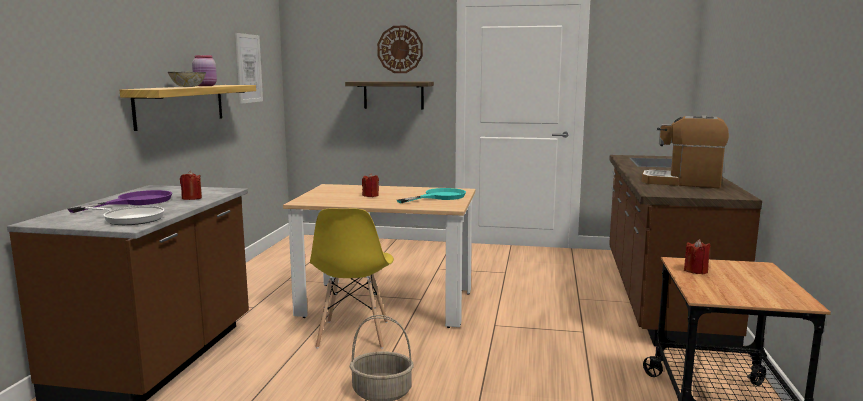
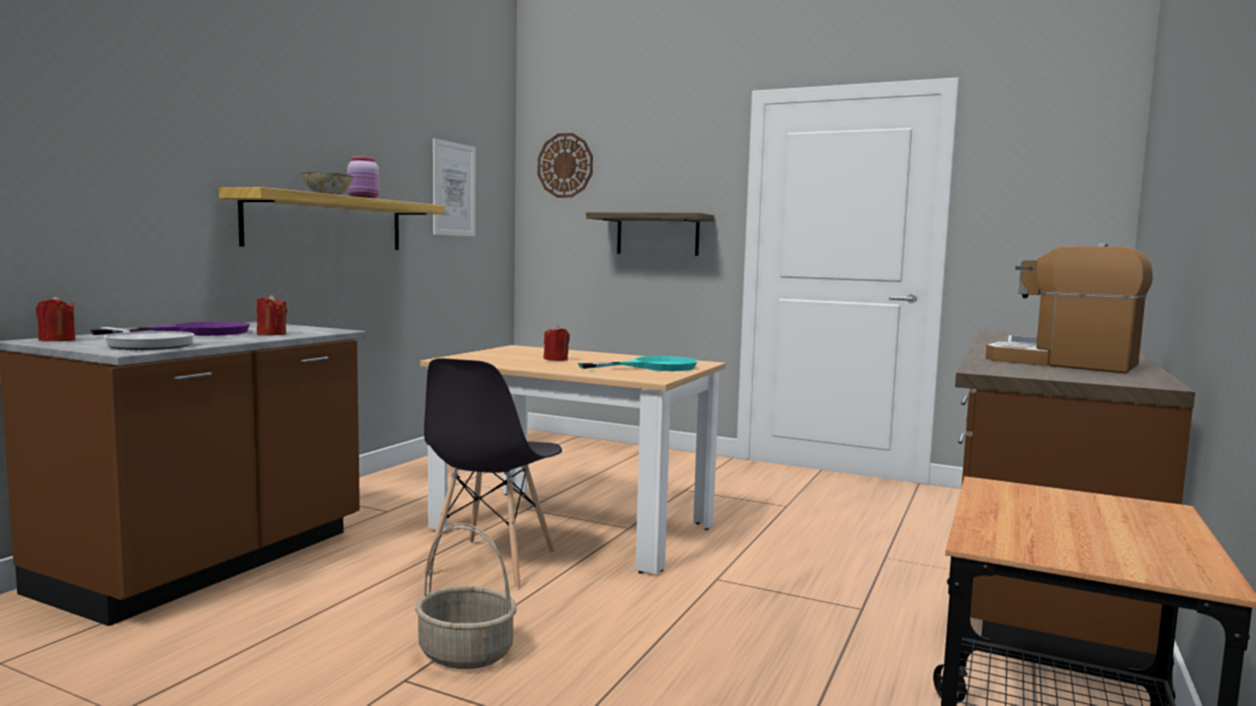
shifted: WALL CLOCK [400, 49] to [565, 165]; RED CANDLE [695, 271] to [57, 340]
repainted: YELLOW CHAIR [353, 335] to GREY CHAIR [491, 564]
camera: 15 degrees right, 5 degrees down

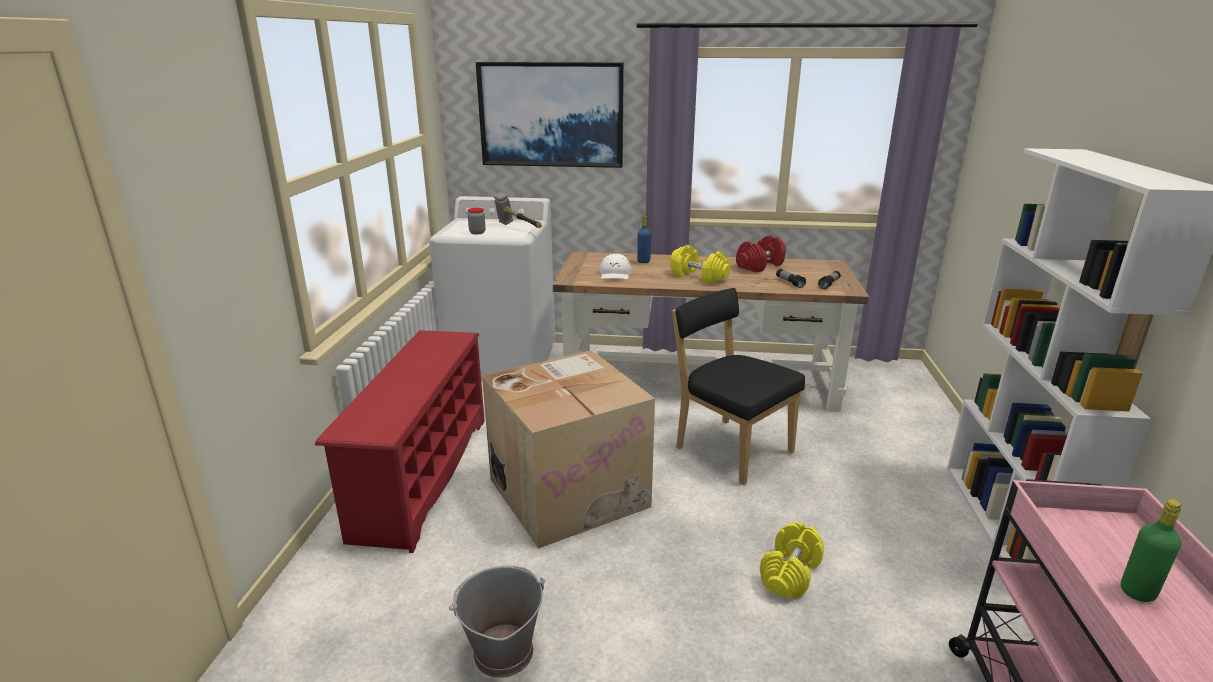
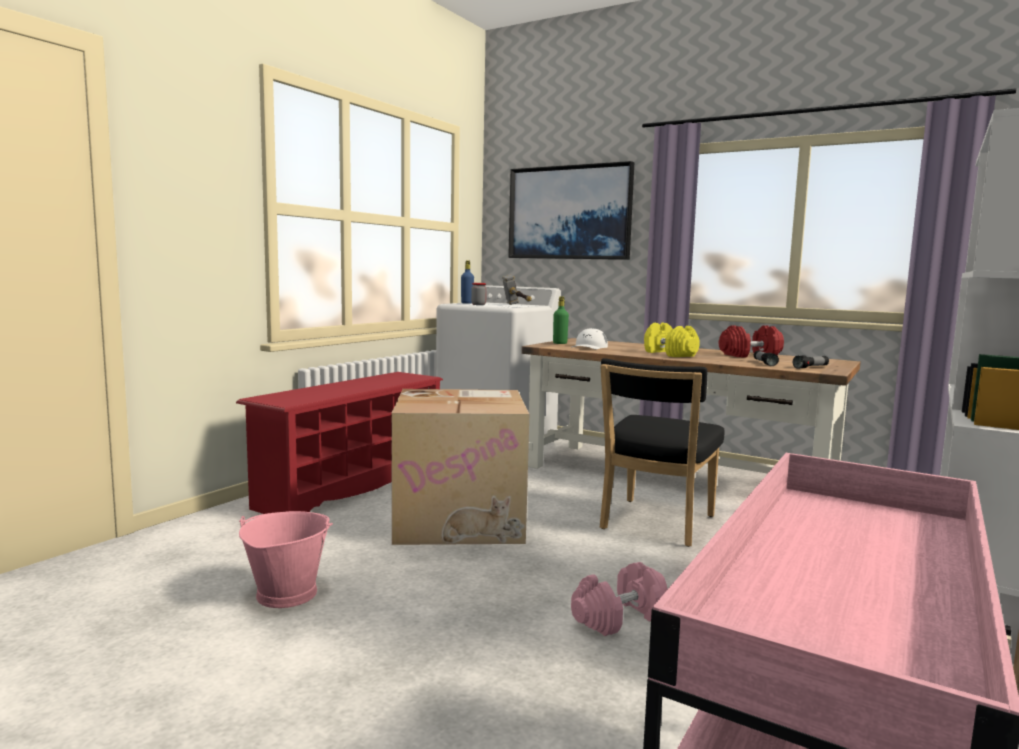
shifted: BLUE BOTTLE [643, 261] to [467, 303]; GREEN BOTTLE [1137, 592] to [560, 343]
repainted: GREY BUCKET [502, 652] to PINK BUCKET [286, 593]; YELLOW DUMBBELL [790, 572] to PINK DUMBBELL [618, 617]
rotated: BLACK CHAIR [729, 448] = [655, 524] 135 degrees counterclockwise
camera: 25 degrees right, 15 degrees down

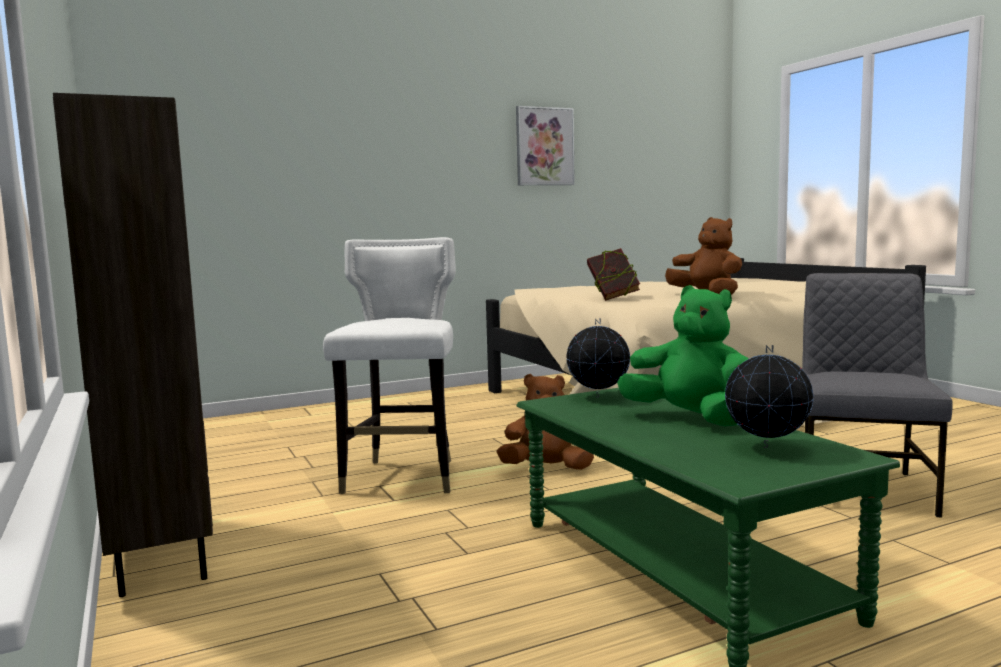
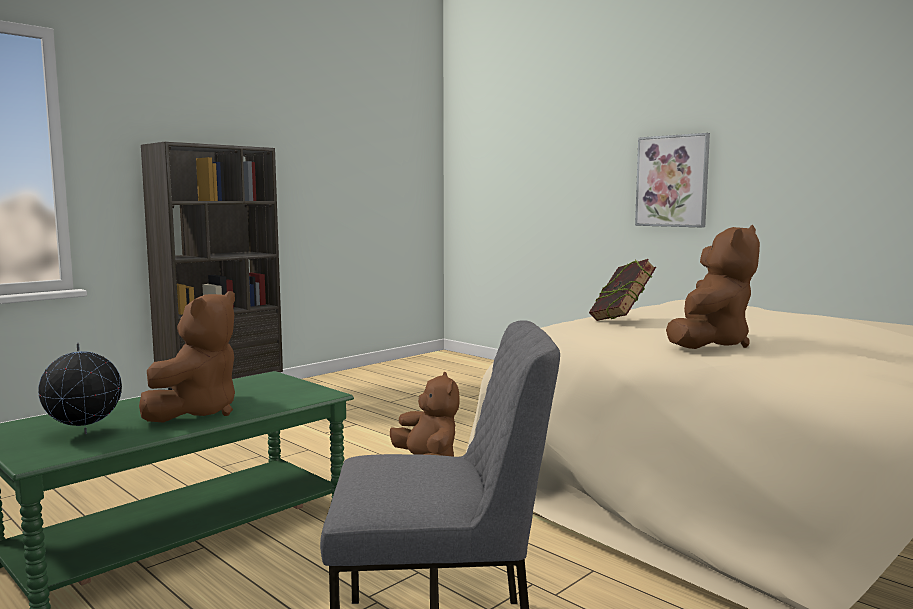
gone: WHITE CHAIR [403, 478]; GLOBE [598, 397]
shifted: PICTURE [544, 146] to [672, 181]
repainted: GREEN PLUSH TOY [690, 418] to BROWN PLUSH TOY [197, 412]
camera: 70 degrees right, 0 degrees up

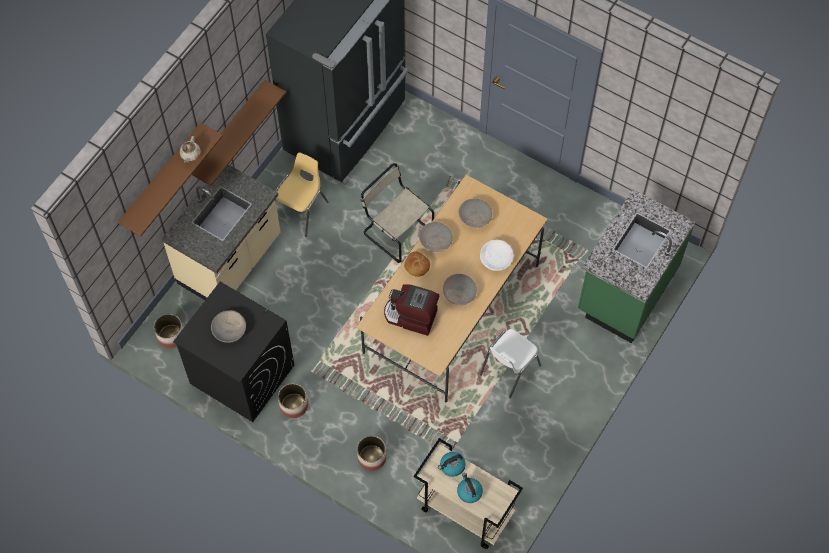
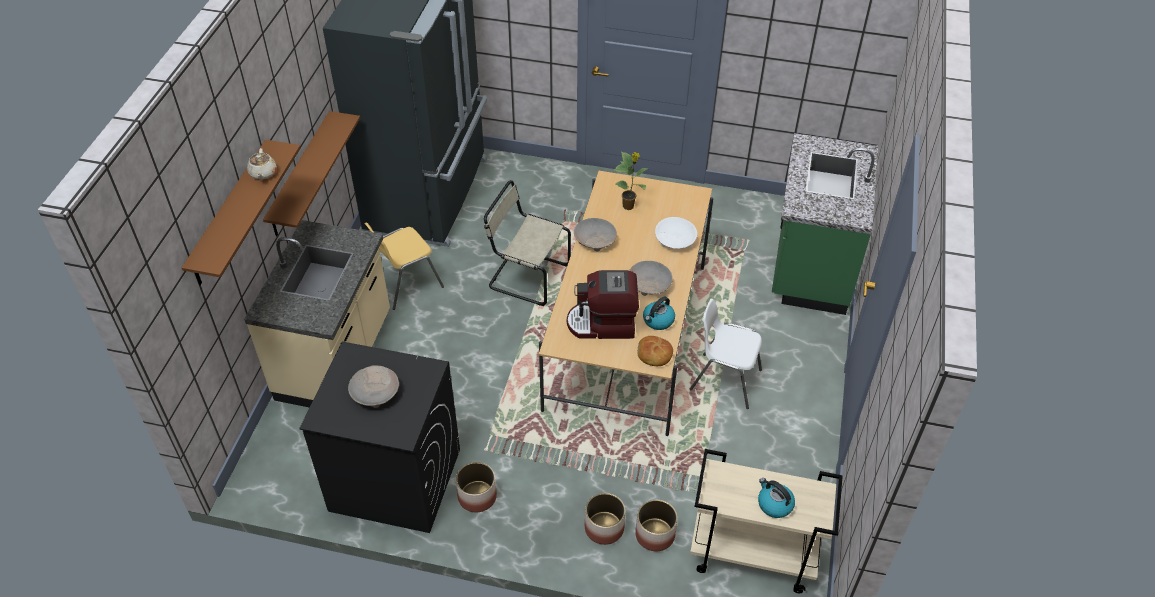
shifted: PLANTER [171, 336] to [655, 534]; BREAD [416, 266] to [654, 355]; KETTLE [452, 466] to [658, 321]
swapped: BEIGE BOWL [475, 216] to POTTED PLANT [629, 206]
rotated: YELLOW CHAIR [301, 211] = [406, 284] 135 degrees counterclockwise; WHITE CHAIR [509, 370] = [724, 380] 90 degrees clockwise
camera: 20 degrees left, 15 degrees down

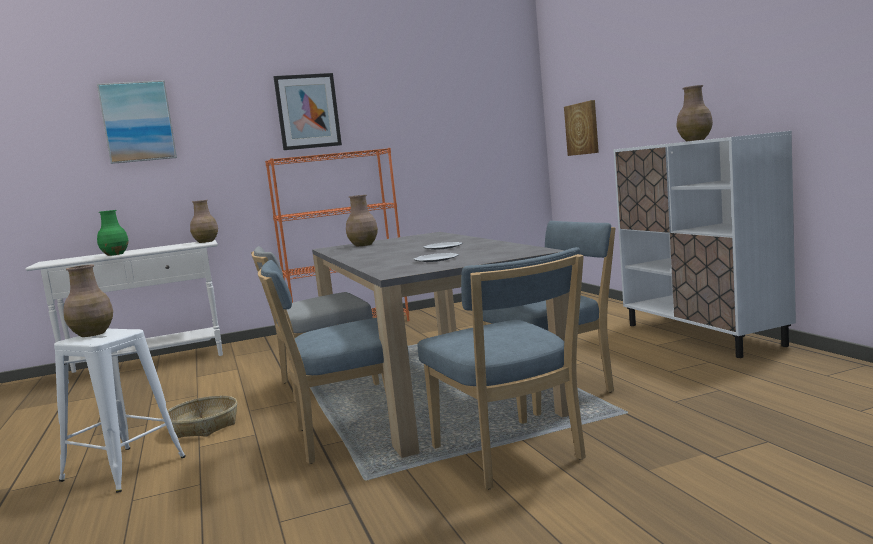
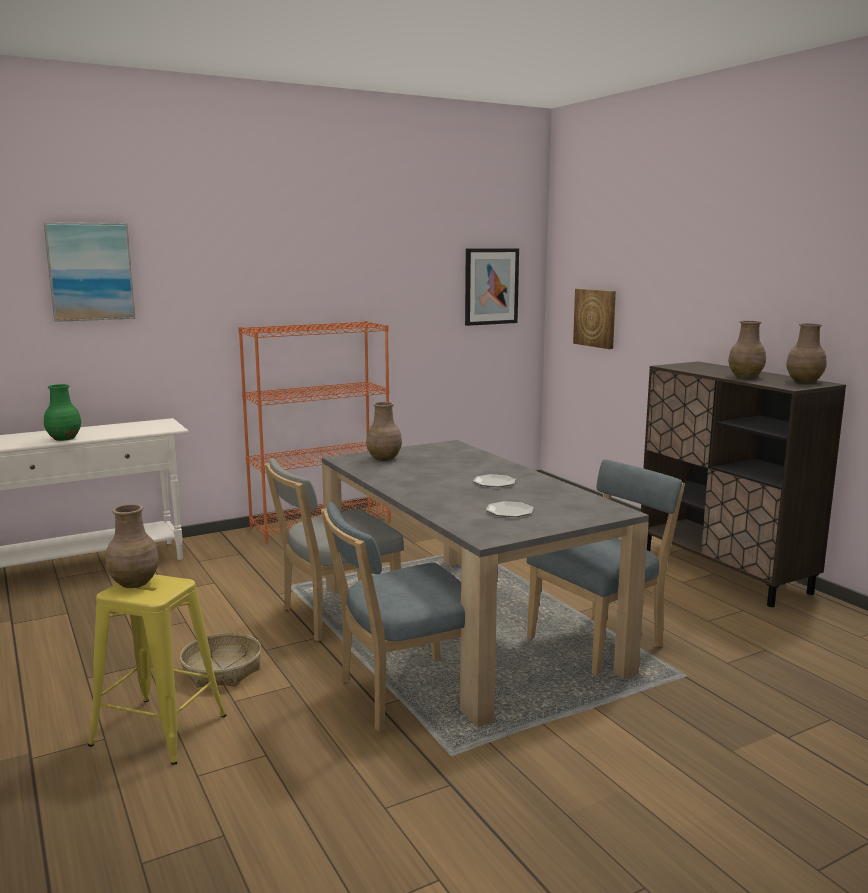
gone: BLUE CHAIR [510, 456]
shifted: BROWN VASE [206, 241] to [804, 381]; PICTURE [307, 111] to [491, 286]
repainted: WHITE STOOL [123, 469] to YELLOW STOOL [159, 730]; WHITE CABINET [702, 335] to BROWN CABINET [724, 571]
camera: 10 degrees left, 5 degrees up

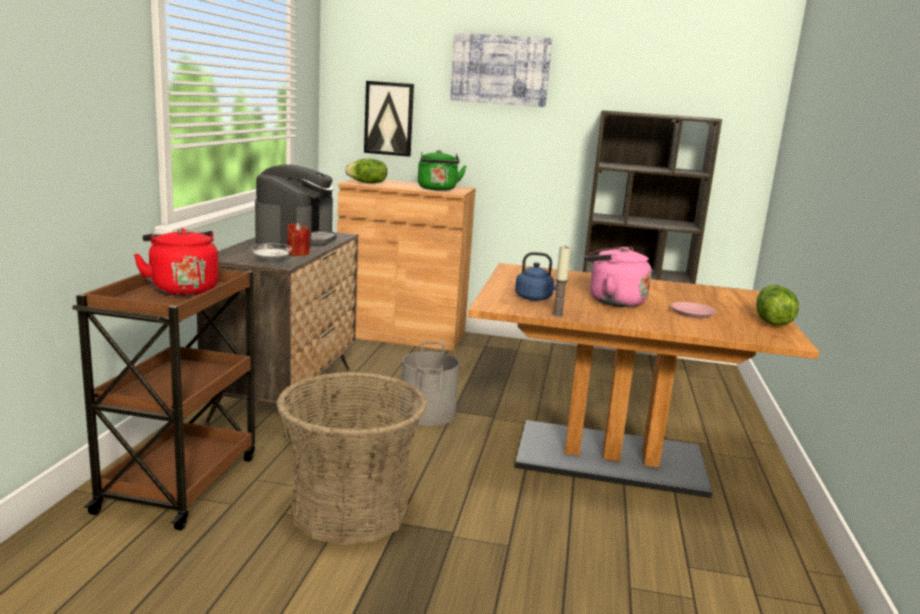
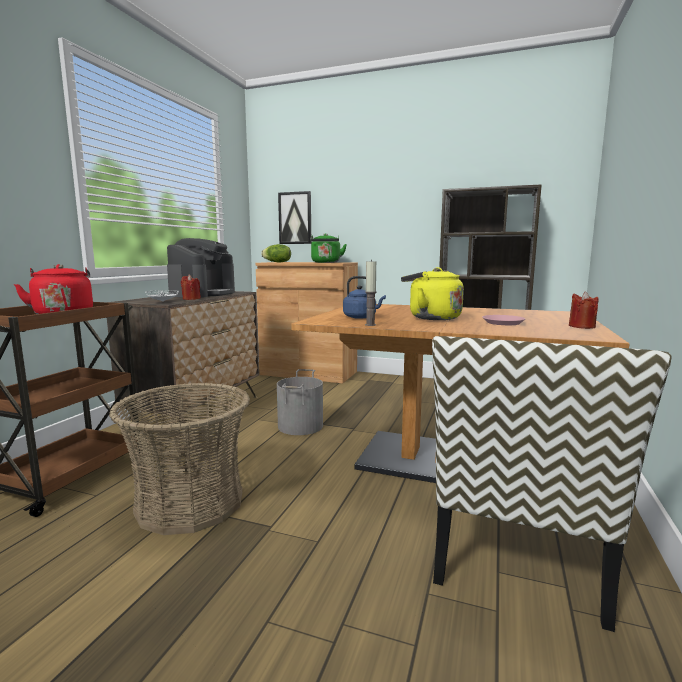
gone: PICTURE [500, 70]
new: CHAIR [518, 552]
swapped: LETTUCE [771, 322] to RED CANDLE [581, 326]
repainted: PINK KETTLE [612, 301] to YELLOW KETTLE [431, 318]
camera: 10 degrees right, 5 degrees down

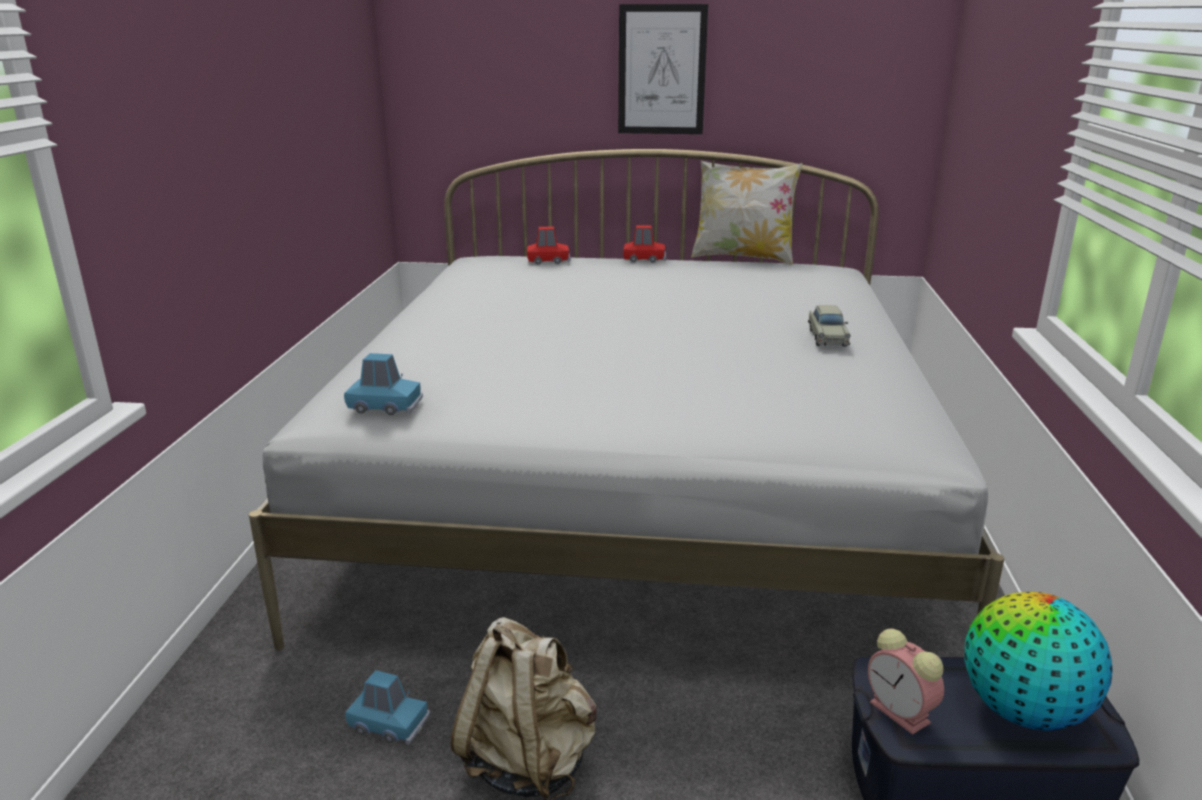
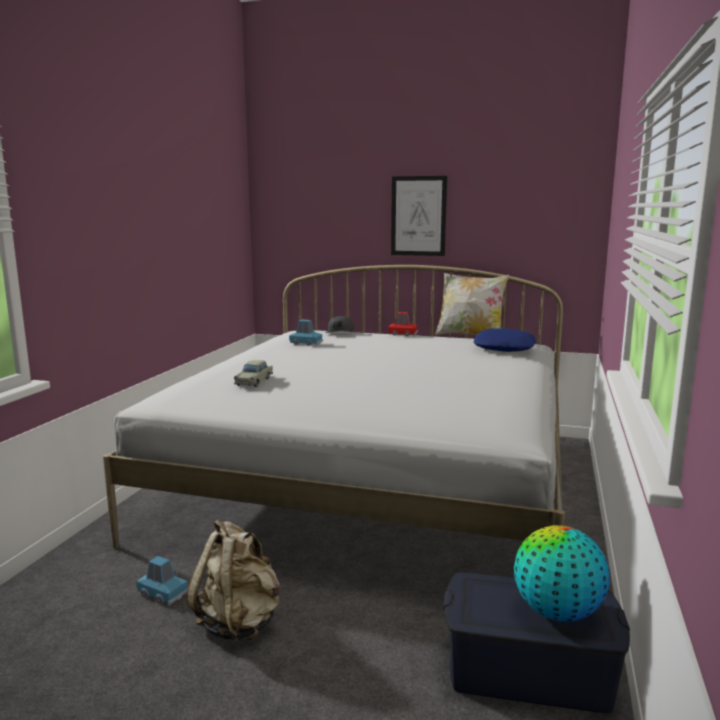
gone: ALARM CLOCK [902, 713]
new: BLUE PILLOW [504, 348]
shifted: BLUE TOY CAR [385, 406] to [306, 343]; BEIGE TOY CAR [827, 337] to [254, 381]
swapped: RED TOY CAR [548, 260] to GREY CAP [340, 332]
camera: 10 degrees right, 10 degrees down

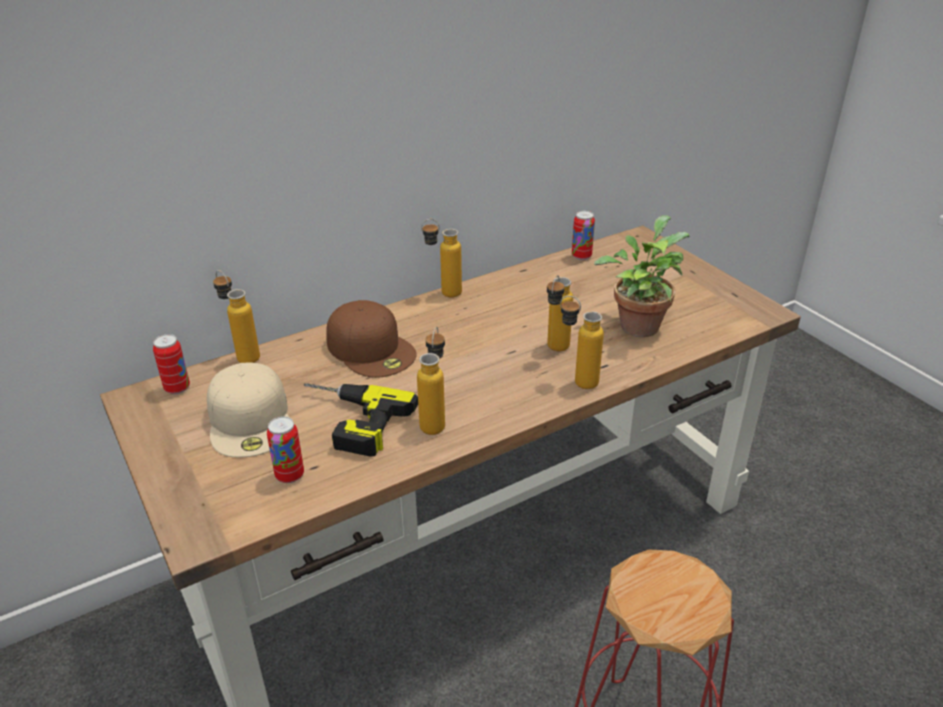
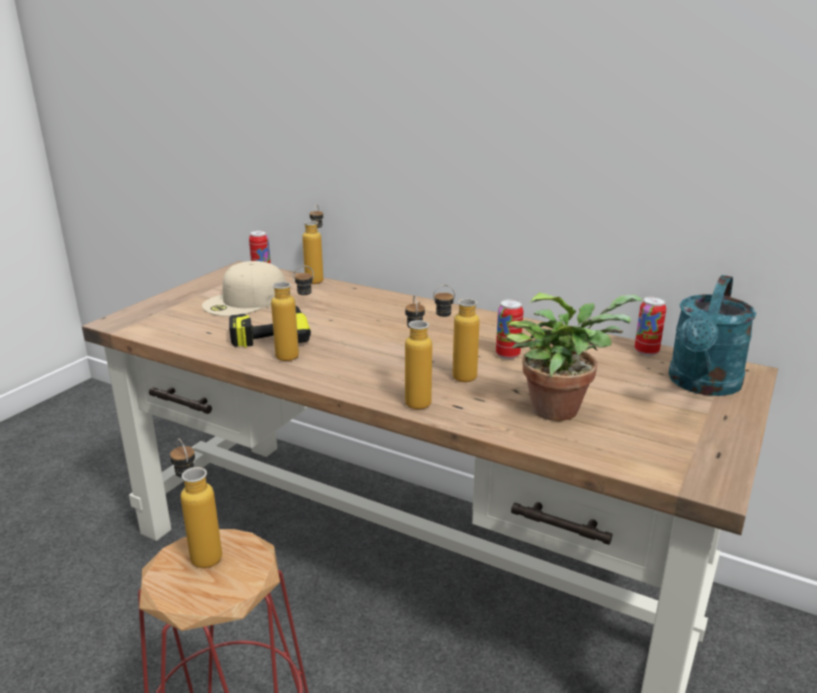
gone: BROWN CAP [371, 349]
new: TURQUOISE WATERING CAN [702, 385]
shifted: CAN [289, 475] to [507, 355]; BOTTLE [443, 293] to [201, 552]
camera: 60 degrees right, 10 degrees down

